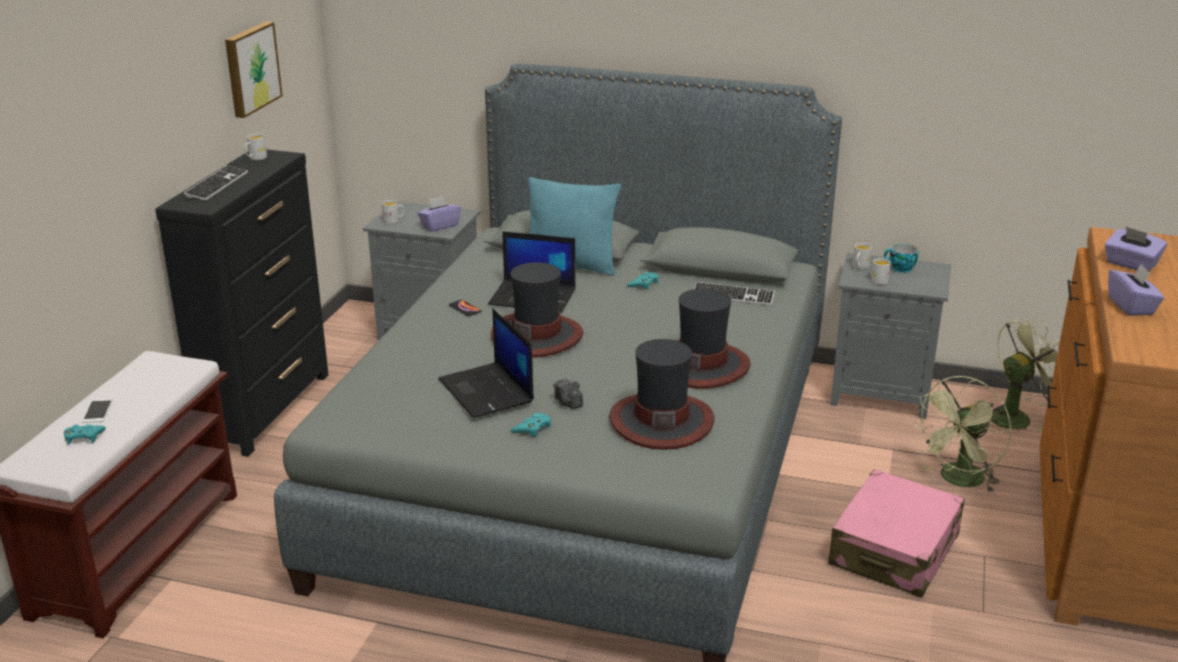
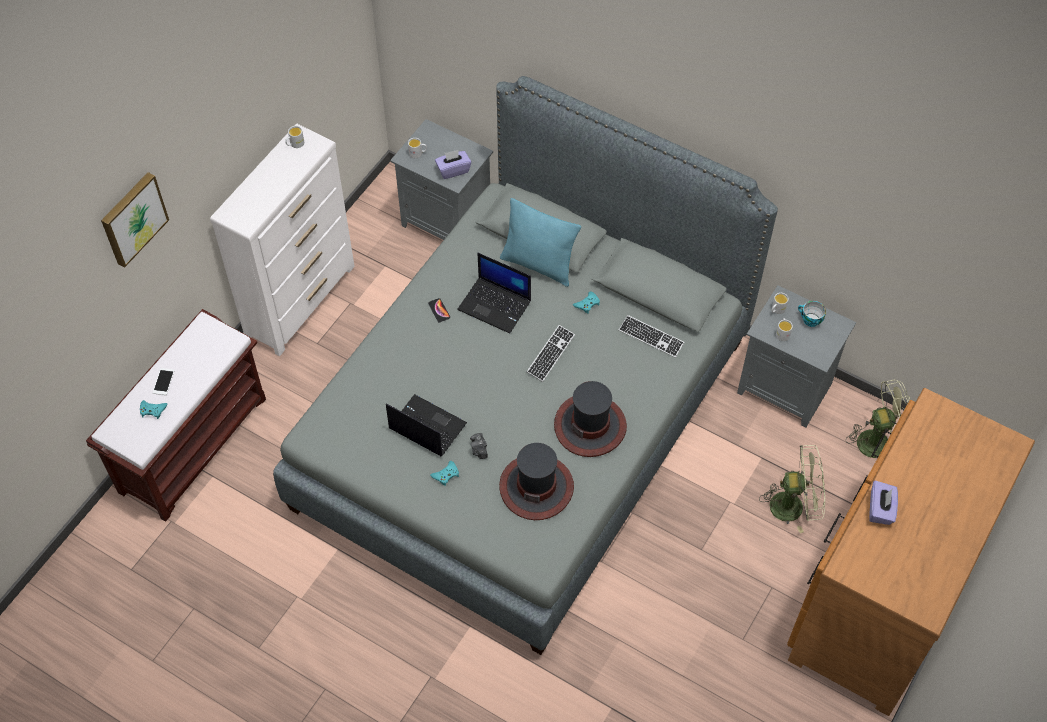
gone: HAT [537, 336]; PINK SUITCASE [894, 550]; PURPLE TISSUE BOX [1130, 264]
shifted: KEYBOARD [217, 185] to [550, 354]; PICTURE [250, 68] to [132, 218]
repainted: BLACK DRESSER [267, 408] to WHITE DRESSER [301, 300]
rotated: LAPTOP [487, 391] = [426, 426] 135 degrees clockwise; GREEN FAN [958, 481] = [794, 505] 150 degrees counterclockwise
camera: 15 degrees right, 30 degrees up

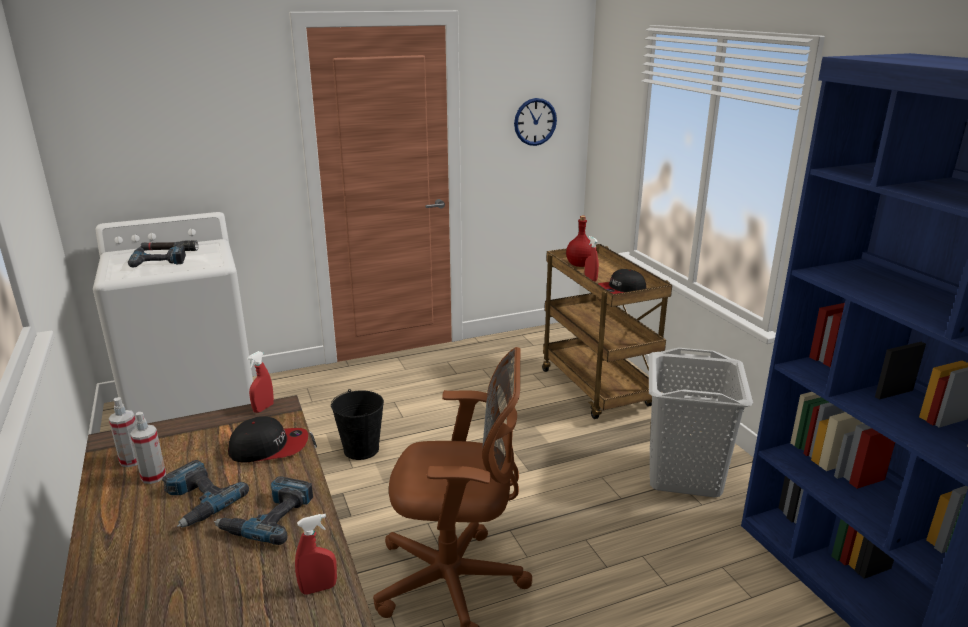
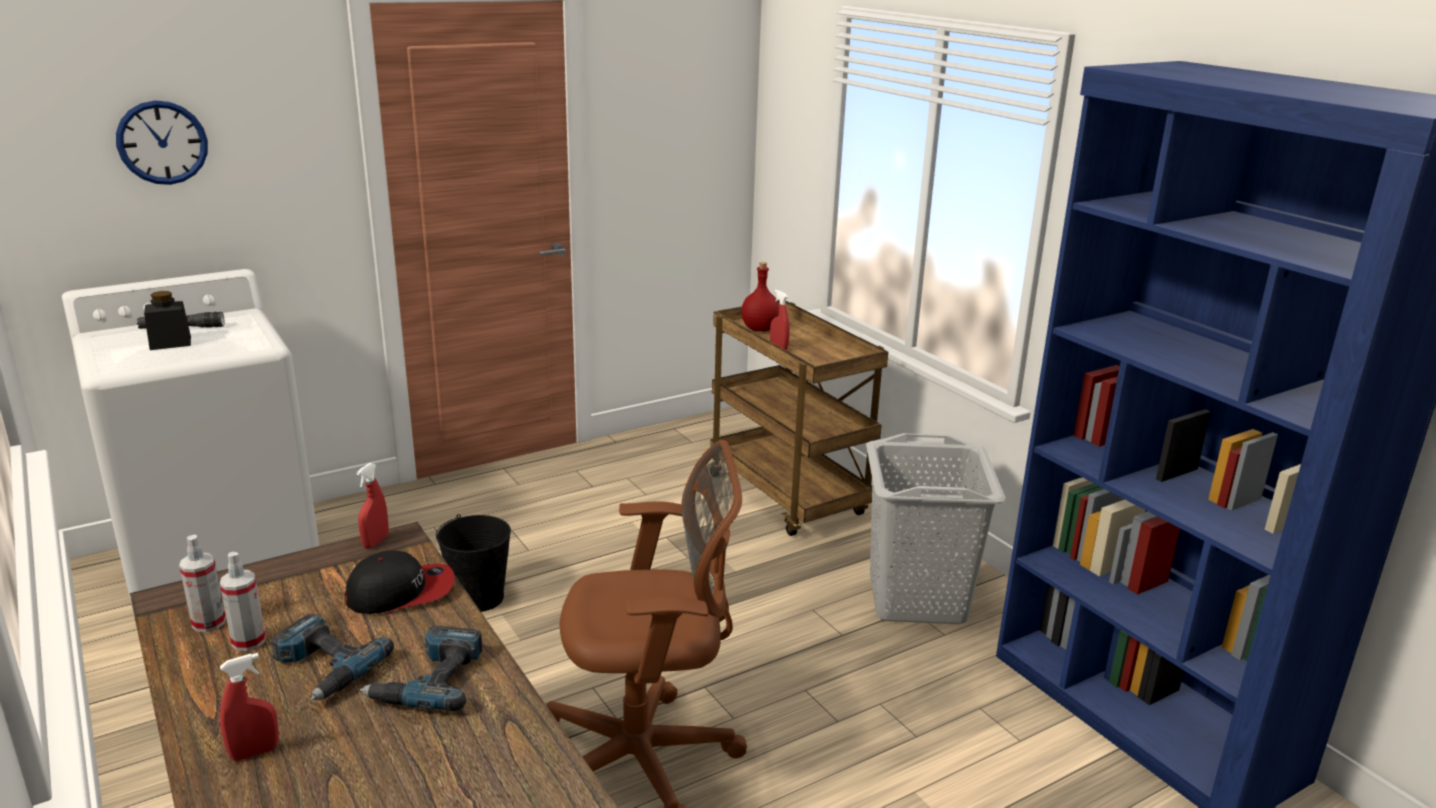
gone: CAP [621, 290]
shifted: RED SPRAY BOTTLE [318, 588] to [254, 752]; WALL CLOCK [535, 122] to [162, 142]
swapped: POWER DRILL [158, 260] to BLACK JAR [170, 343]
camera: 10 degrees left, 0 degrees up

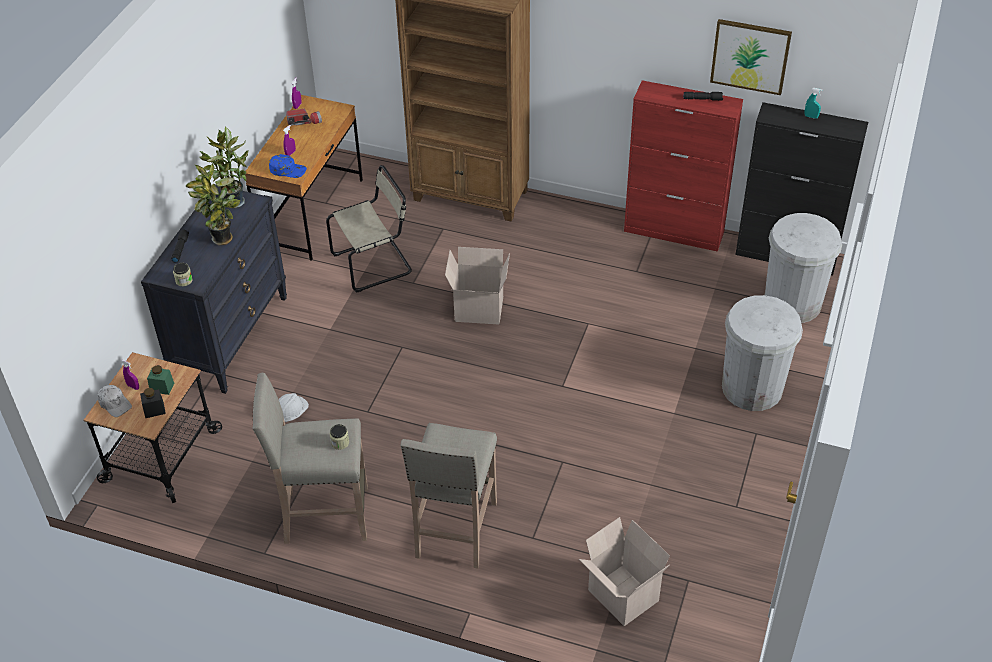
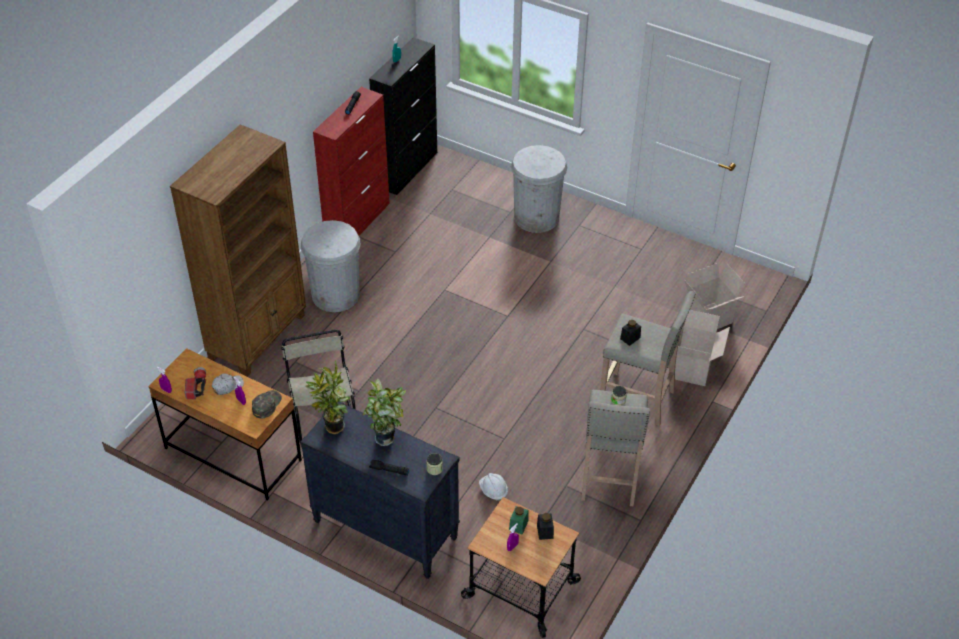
gone: PICTURE [750, 56]
new: BLACK JAR [630, 338]
shifted: WHITE CAP [115, 404] to [227, 386]; CARDBOARD BOX [478, 310] to [693, 369]; WHITE TRASH CAN [792, 303] to [336, 295]
repainted: BLUE CAP [288, 170] to GREEN CAP [266, 405]
camera: 80 degrees left, 0 degrees up

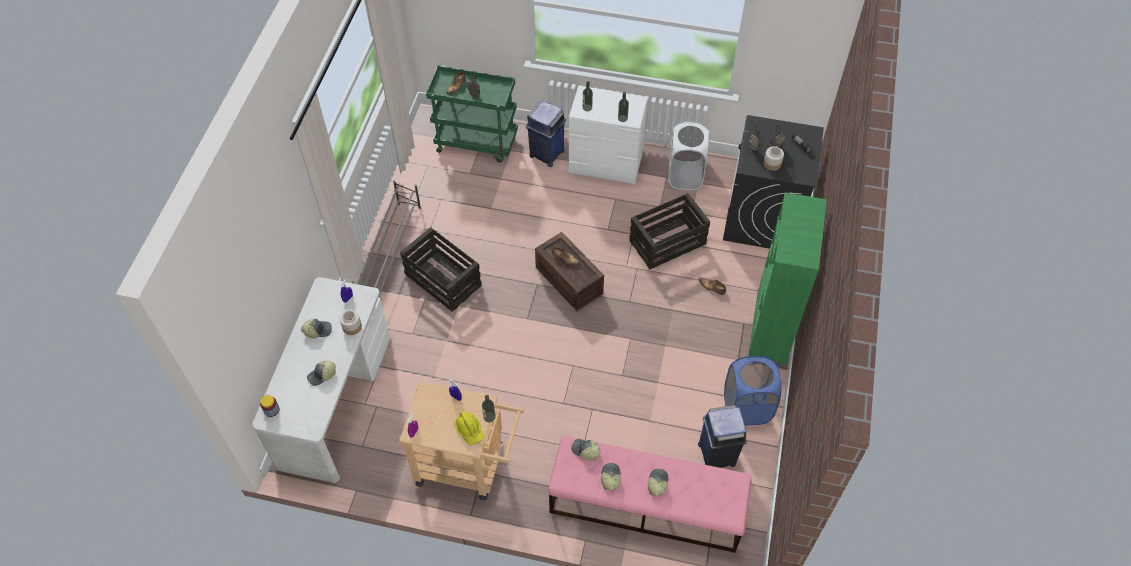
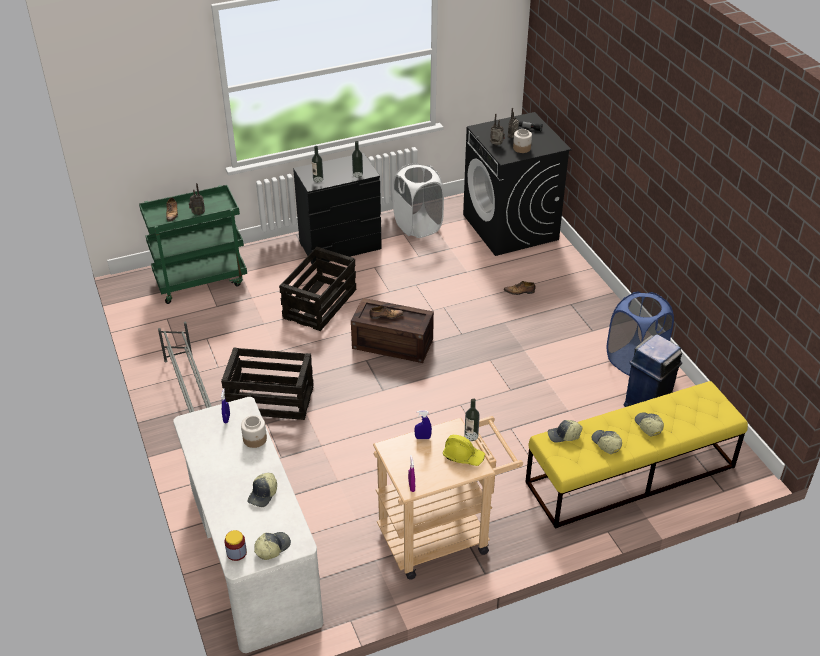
gone: BLUE TRASH CAN [546, 154]; GREEN BOOKCASE [769, 337]
shifted: CAP [318, 330] to [272, 547]; CRATE [668, 242] to [320, 303]
repainted: PINK BENCH [645, 505] to YELLOW BENCH [630, 475]; WHITE DRESSER [606, 164] to BLACK DRESSER [340, 246]
camera: 35 degrees left, 15 degrees down

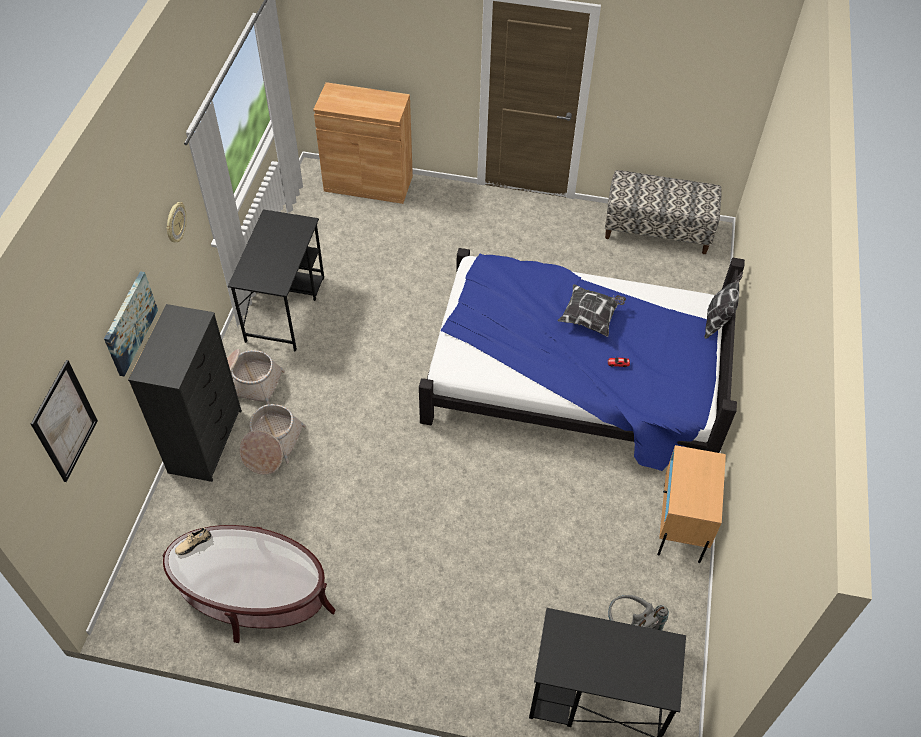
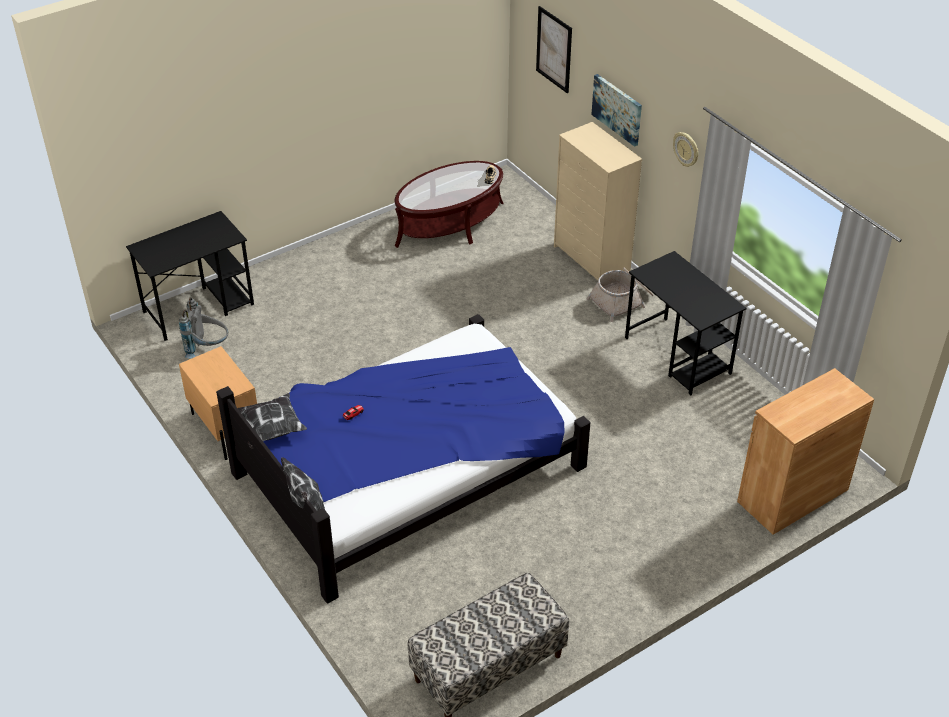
gone: BASKET [271, 446]
shifted: PILLOW [590, 317] to [271, 430]
repainted: BLACK DRESSER [206, 440] to BEIGE DRESSER [592, 259]
camera: 135 degrees right, 10 degrees down

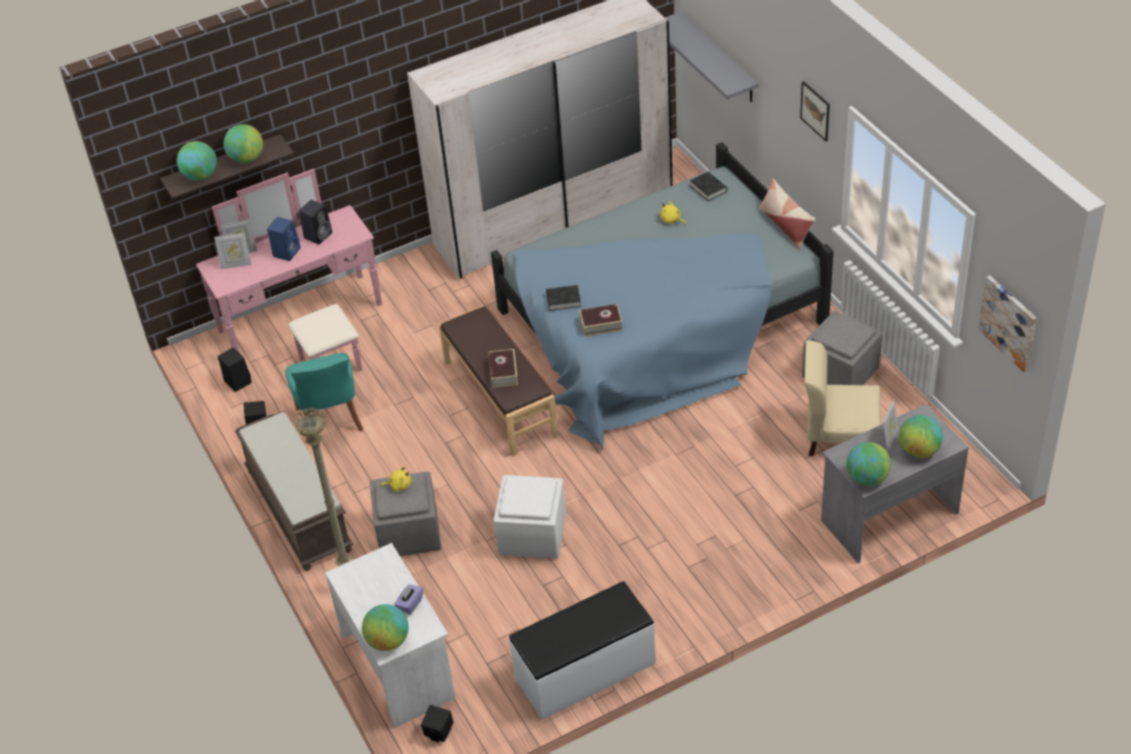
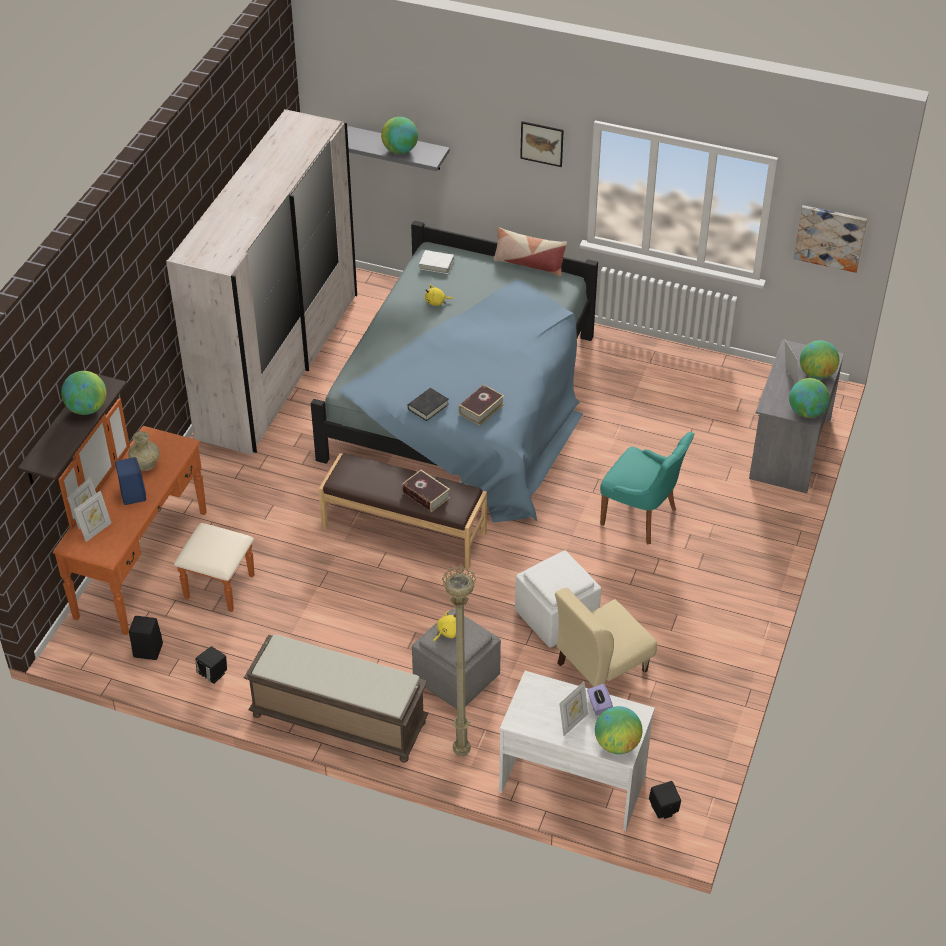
gone: WHITE BENCH [585, 671]; GREY OTTOMAN [840, 374]
new: PICTURE FRAME [573, 722]
shifted: GLOBE [200, 176] to [400, 150]; TURQUOISE CHAIR [330, 421] to [641, 517]; BEIGE CHAIR [839, 436] to [601, 667]
swapped: BLACK SPEAKER [318, 235] to BEIGE VASE [145, 465]
repainted: PINK DRESSER [308, 328] to ORANGE DRESSER [160, 568]; BLACK BOOK [708, 189] to WHITE BOOK [436, 264]
camera: 45 degrees left, 0 degrees up

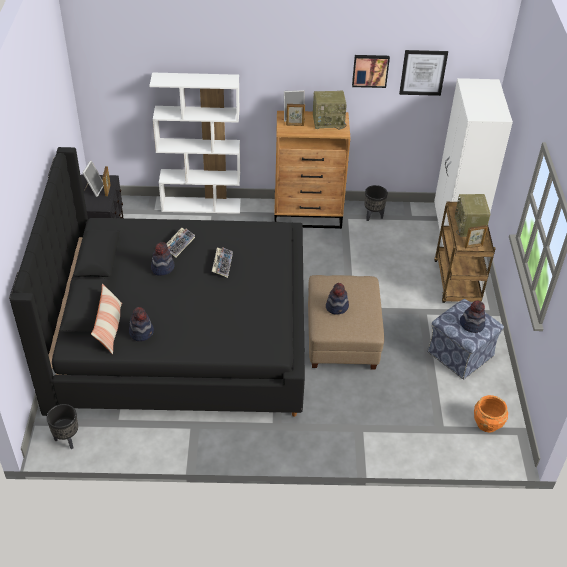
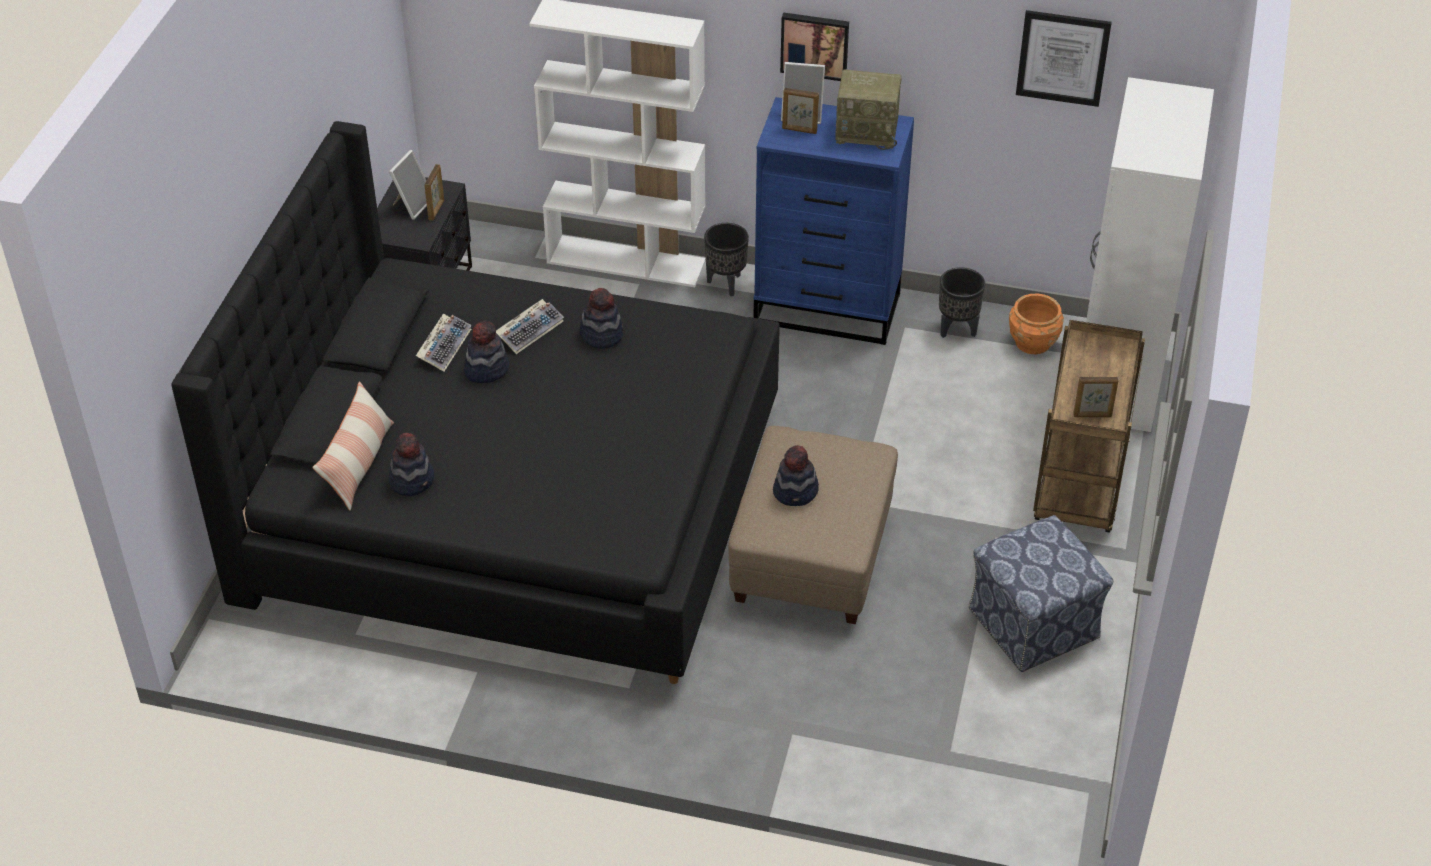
gone: RADIO [469, 227]
shifted: BLACK PLANTER [67, 439] to [725, 283]; KEYBOARD [222, 264] to [444, 346]; PICTURE [370, 70] to [815, 45]; HAT [472, 324] to [601, 334]; ORANGE PLANTER [487, 423] to [1032, 342]
repainted: BROWN DRESSER [308, 215] to BLUE DRESSER [828, 309]
camera: 15 degrees right, 0 degrees up

